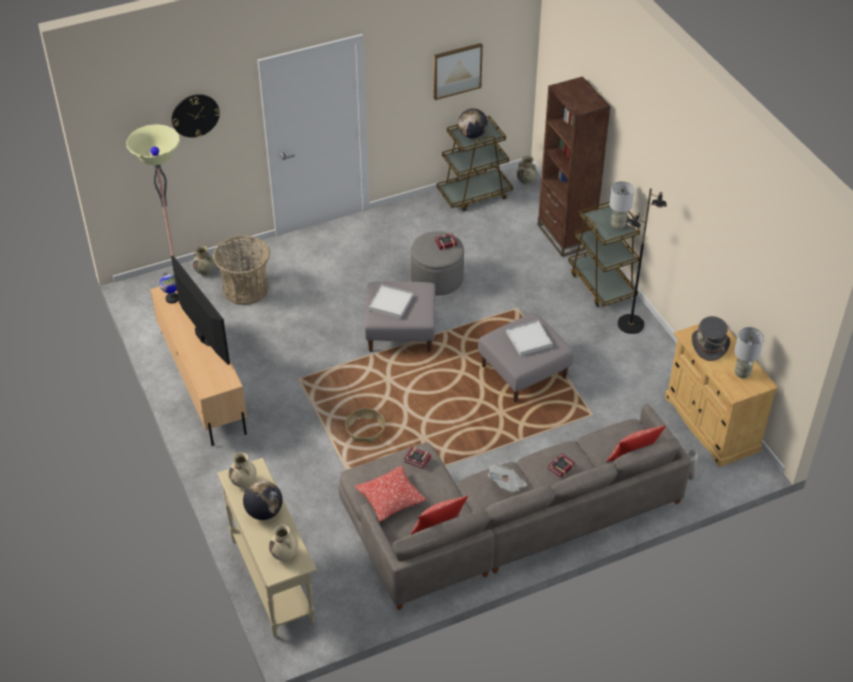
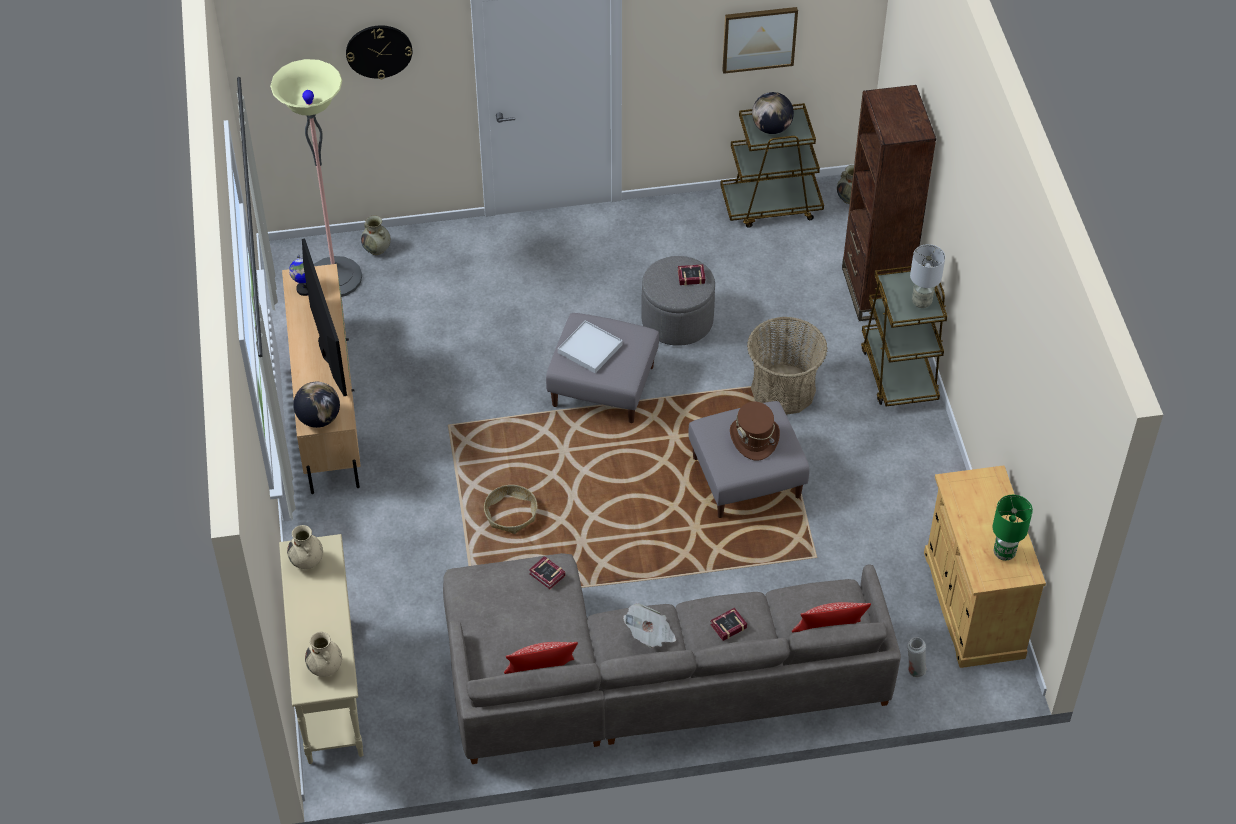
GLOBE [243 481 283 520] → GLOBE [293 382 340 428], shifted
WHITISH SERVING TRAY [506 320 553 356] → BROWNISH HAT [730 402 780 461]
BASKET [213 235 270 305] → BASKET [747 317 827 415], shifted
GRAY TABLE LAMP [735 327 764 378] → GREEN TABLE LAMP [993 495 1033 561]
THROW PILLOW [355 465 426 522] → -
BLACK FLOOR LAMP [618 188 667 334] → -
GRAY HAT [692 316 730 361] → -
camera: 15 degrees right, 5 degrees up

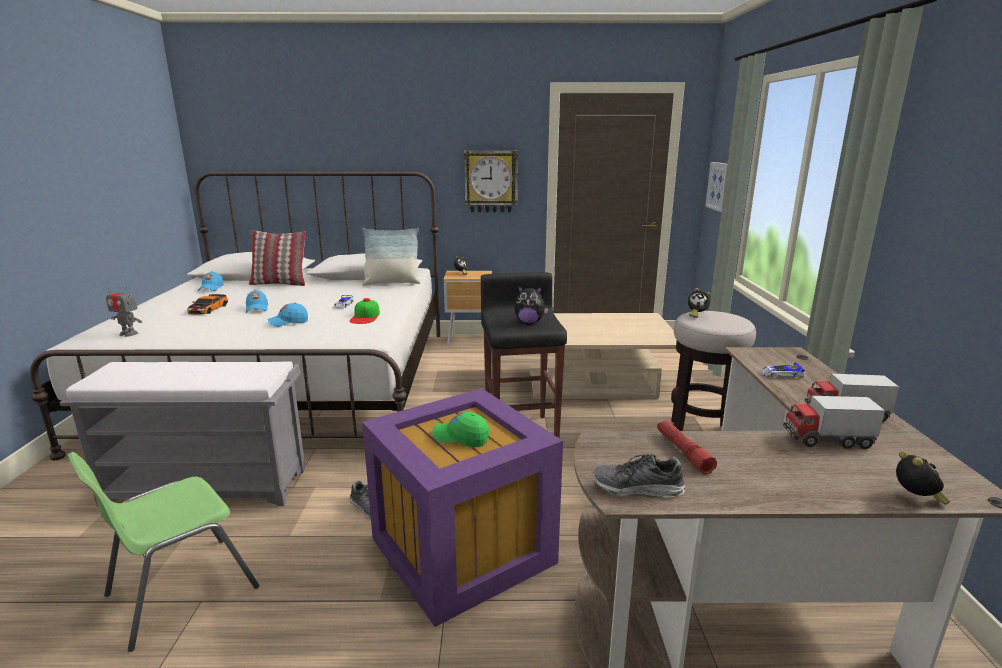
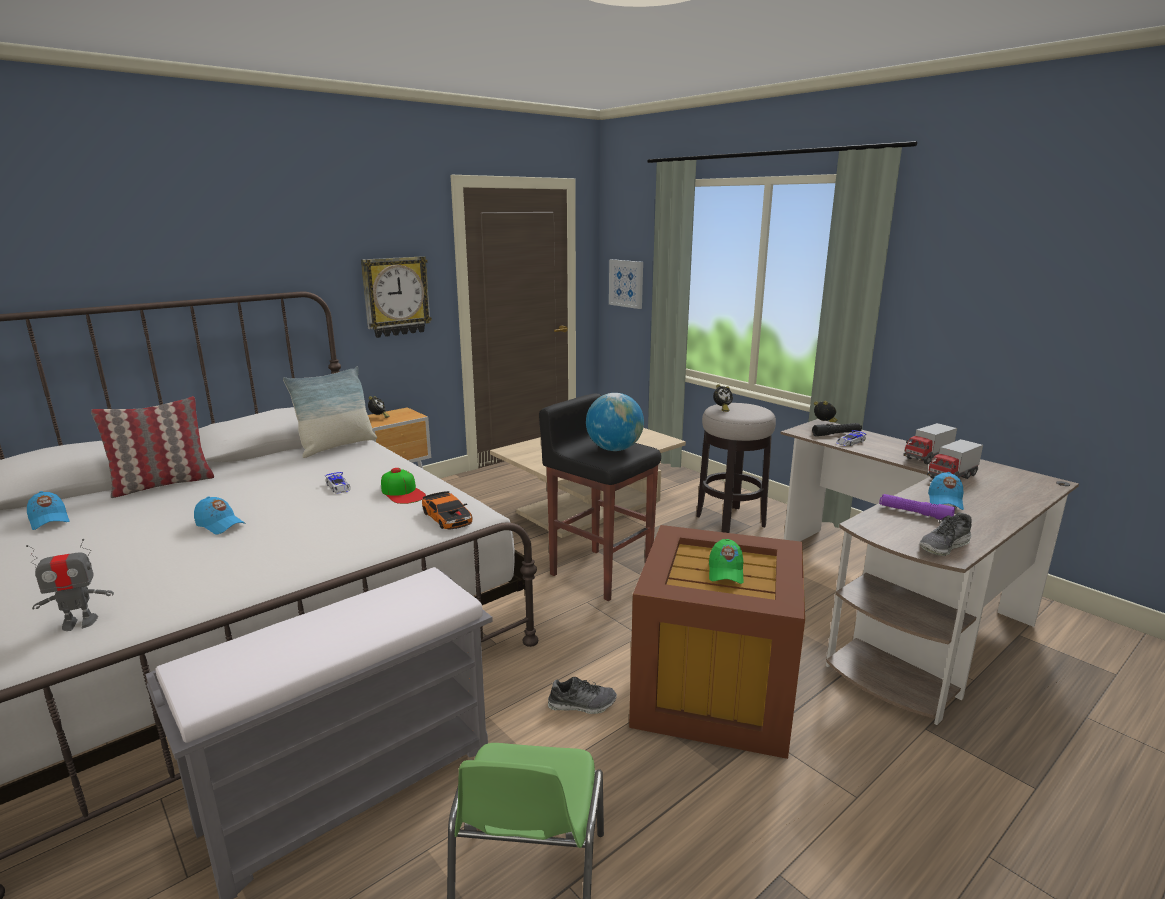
MINIATURE CAR [187 294 228 314] → MINIATURE CAR [422 491 473 529], shifted
PLUSH TOY [514 285 548 324] → GLOBE [586 393 644 451]
PURPLE-COLOURED STORAGE BOX [362 388 563 627] → BROWNISH STORAGE BOX [629 525 805 759]
GREEN PEAKED CAP [432 412 489 448] → GREEN PEAKED CAP [709 539 744 584], 60 degrees counterclockwise
- → BLACK FLASHLIGHT [812 423 862 436]
TABLE CLOCK [896 451 950 505] → TABLE CLOCK [814 401 837 422], shifted
REDDISH FLASHLIGHT [657 420 717 474] → PURPLE-COLOURED FLASHLIGHT [879 494 955 520]
BLUE-COLOURED PEAKED CAP [268 303 308 327] → BLUE-COLOURED PEAKED CAP [928 472 964 510], shifted
camera: 40 degrees left, 0 degrees up

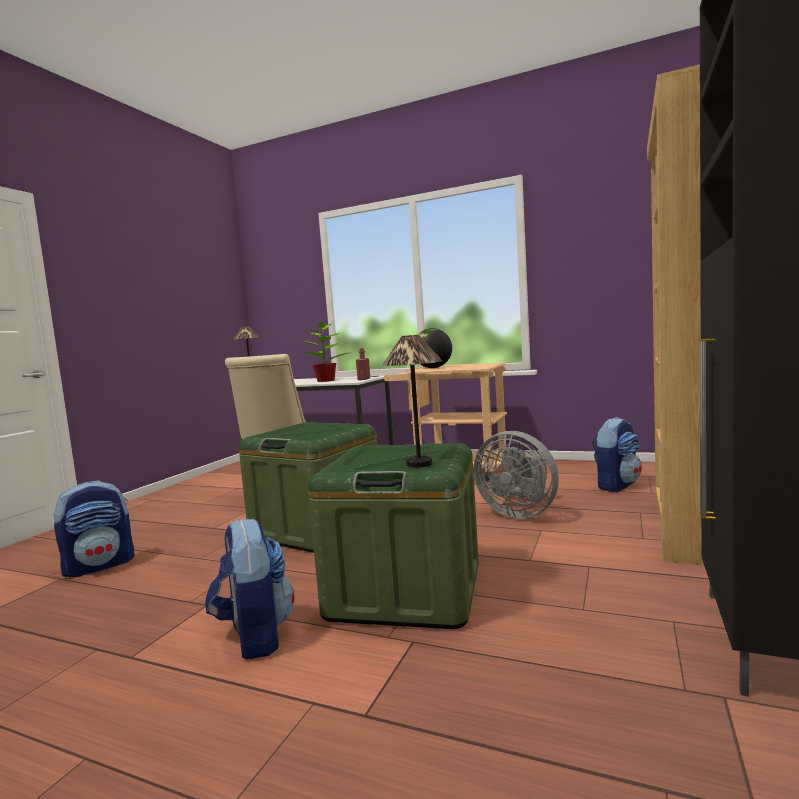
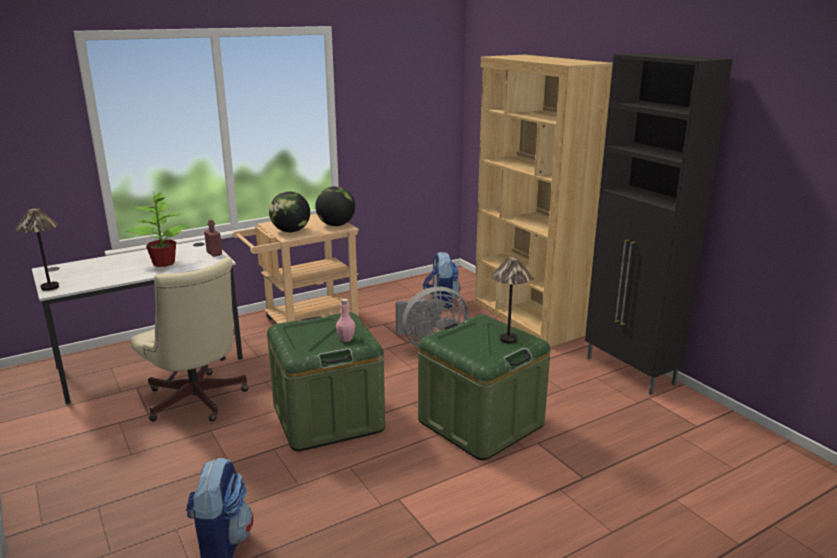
- → GLOBE [315 186 355 226]
- → PINK BEVERAGE BOTTLE [336 299 356 342]
KNAPSACK [205 518 294 659] → -
camera: 55 degrees left, 15 degrees up

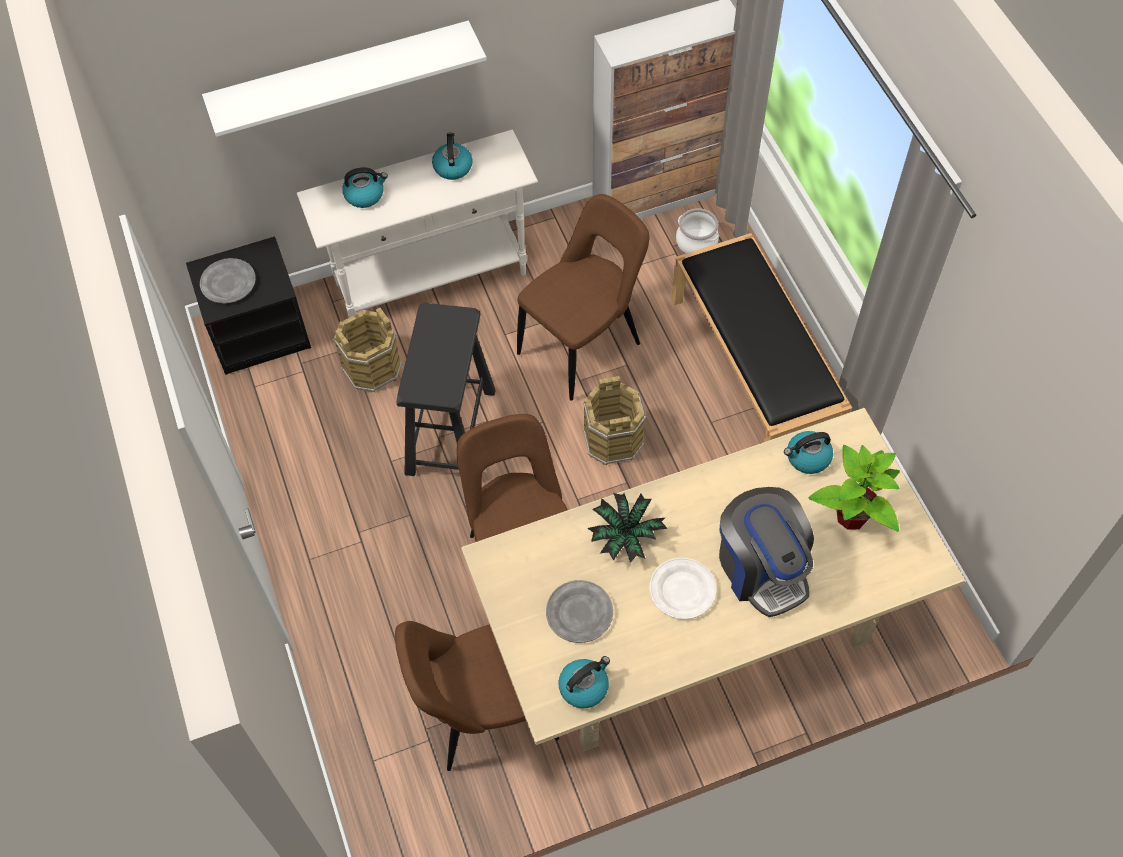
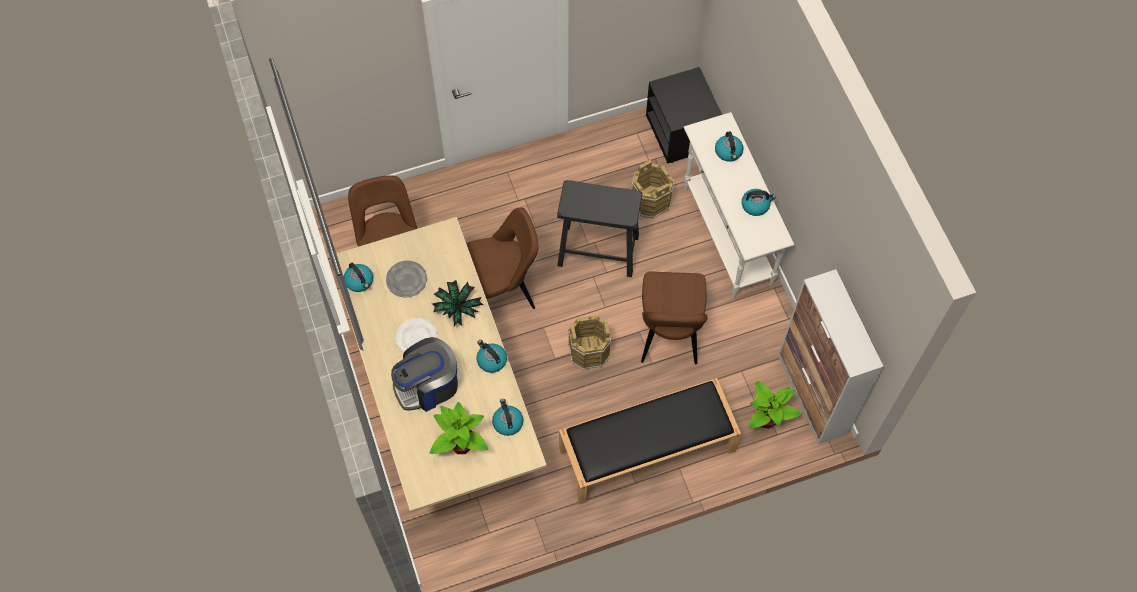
- → KETTLE [476 340 507 373]
BROWNISH UPRIGHT CHAIR [517 194 650 401] → BROWNISH UPRIGHT CHAIR [641 271 708 365], 45 degrees clockwise
STOCKPOT [676 208 719 253] → HOUSEPLANT [749 381 802 429]
GRAY DINNER PLATE [200 258 256 304] → -
WHITISH BRACKET SHELF [202 21 487 137] → -
camera: 90 degrees right, 5 degrees up

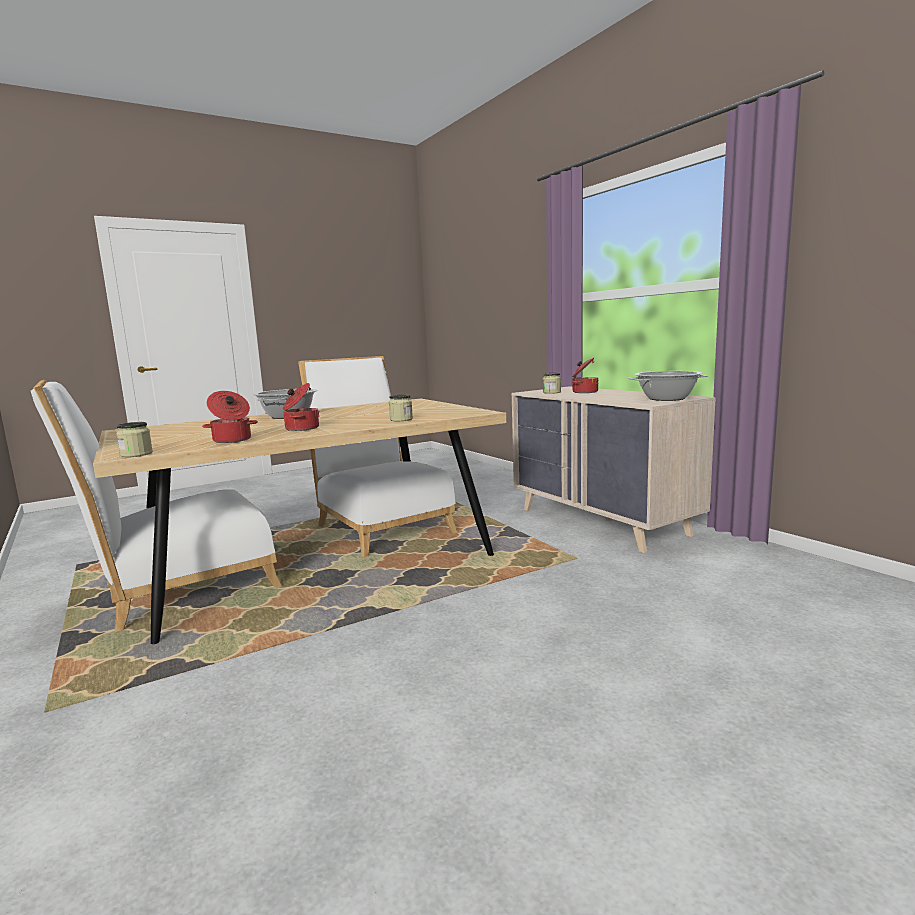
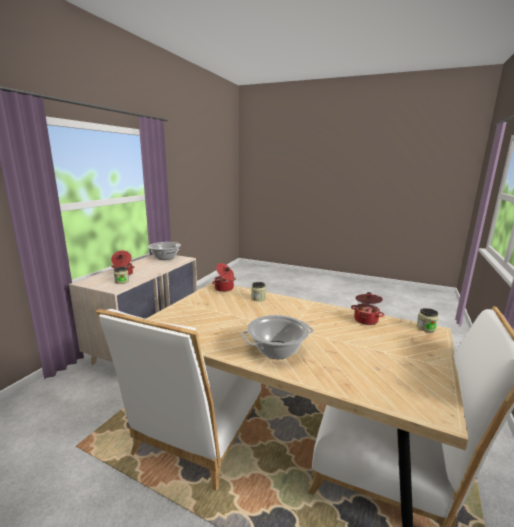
STOCKPOT [283 383 320 431] → STOCKPOT [212 263 236 292], shifted
camera: 125 degrees left, 5 degrees up

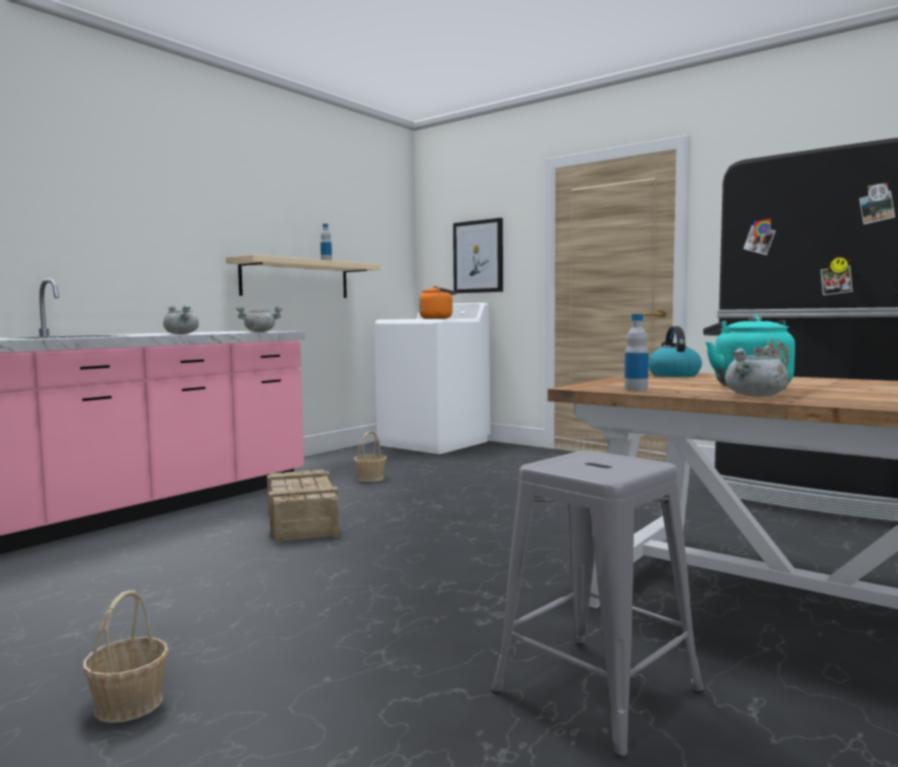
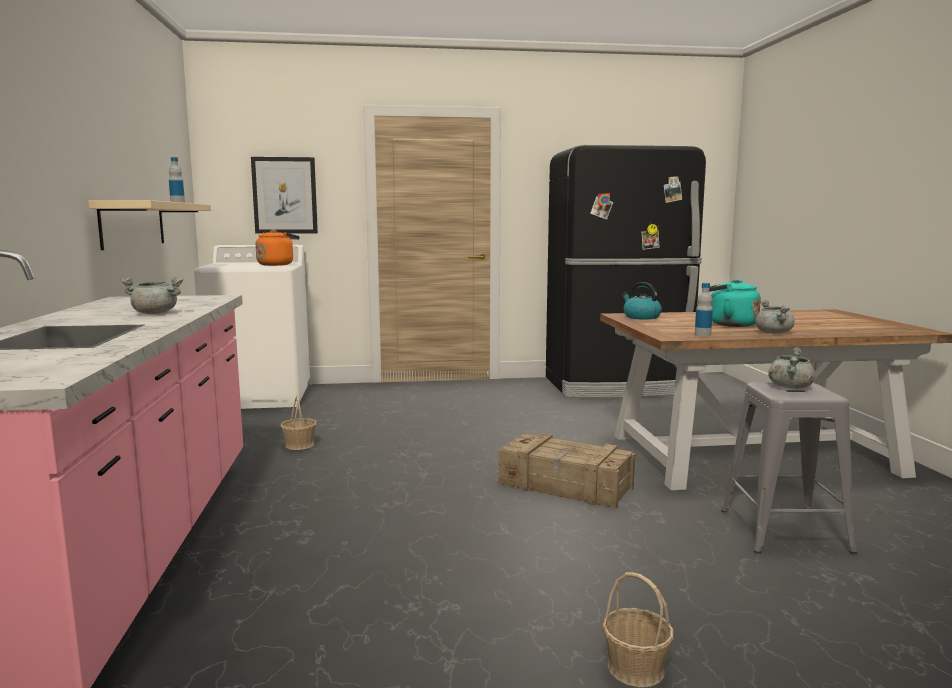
CRATE [267 470 339 543] → CRATE [498 433 635 509], shifted
GRAY STOCKPOT [236 306 282 332] → GRAY STOCKPOT [768 348 815 389], shifted
camera: 45 degrees left, 5 degrees up

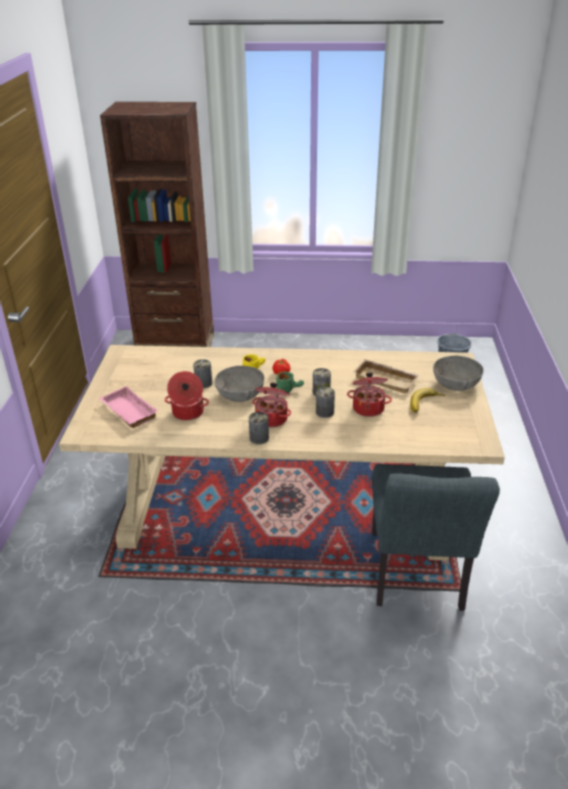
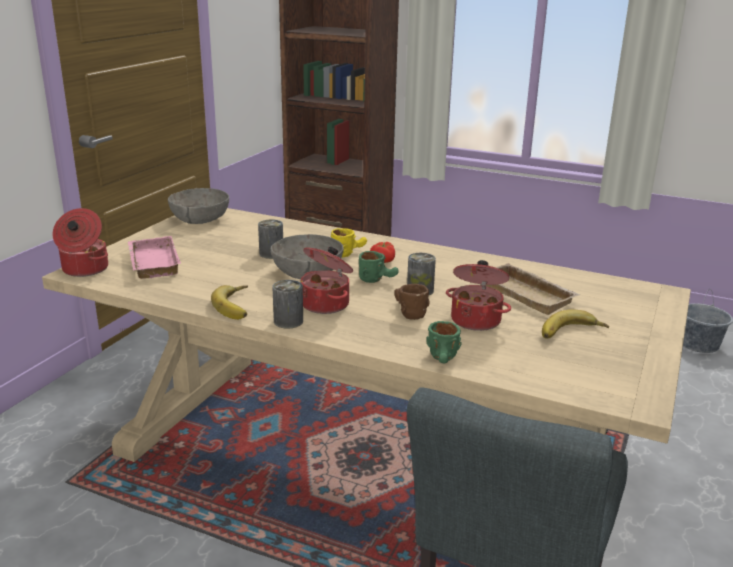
STOCKPOT [165 371 209 420] → STOCKPOT [52 208 108 277], shifted
GRAY SERVING BOWL [433 356 483 391] → GRAY SERVING BOWL [168 188 229 224], shifted
- → BANANA [211 285 248 320]
CAN [316 387 335 418] → BROWNISH TEA MUG [394 284 430 320]
- → GREEN TEA MUG [426 321 462 363]
camera: 20 degrees right, 10 degrees down

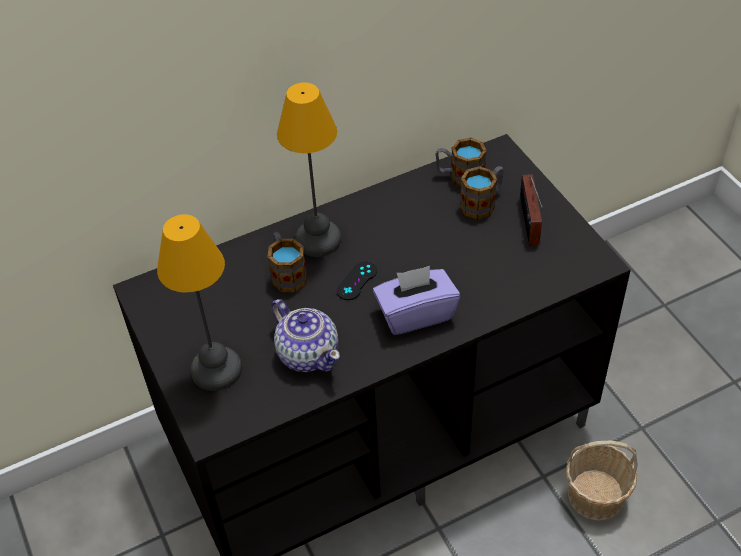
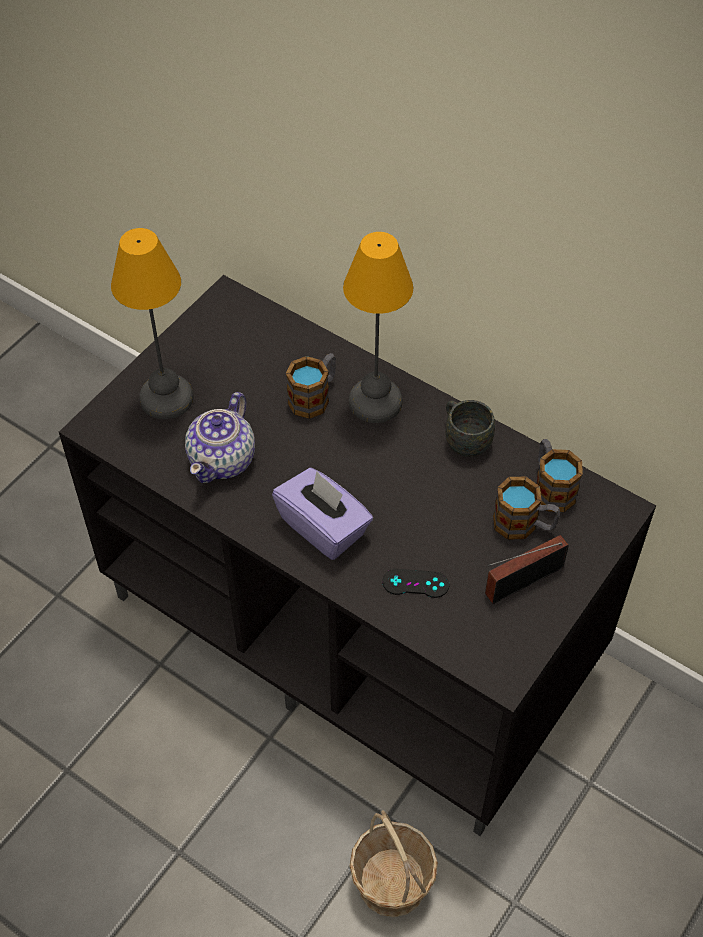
BLACK GAME CONTROLLER [336 261 377 300] → BLACK GAME CONTROLLER [382 569 449 598], shifted
- → GRAY TEA MUG [446 400 495 457]
camera: 60 degrees right, 5 degrees up

